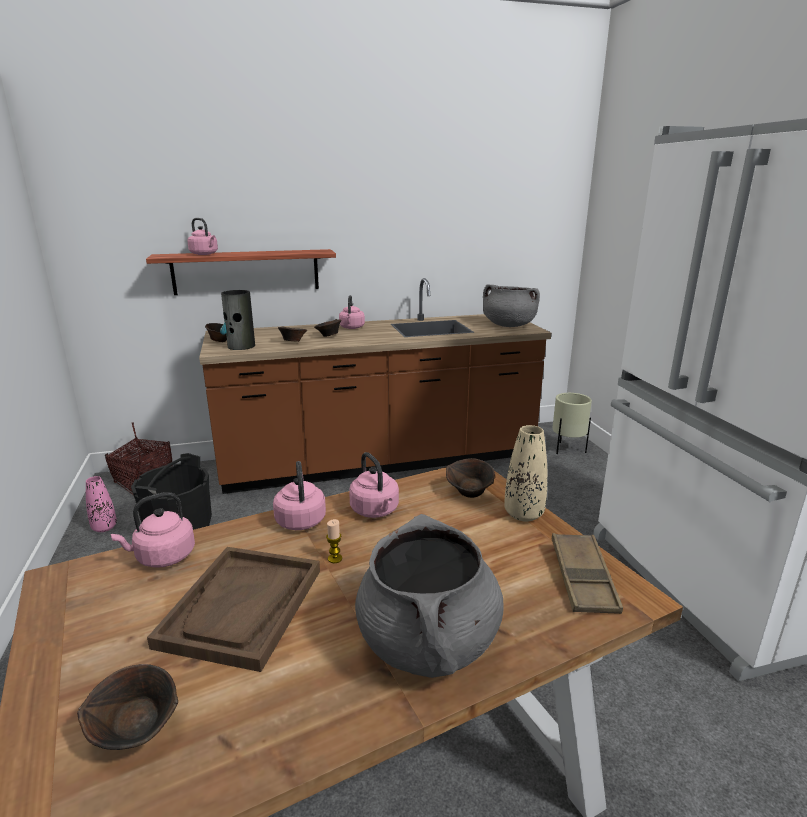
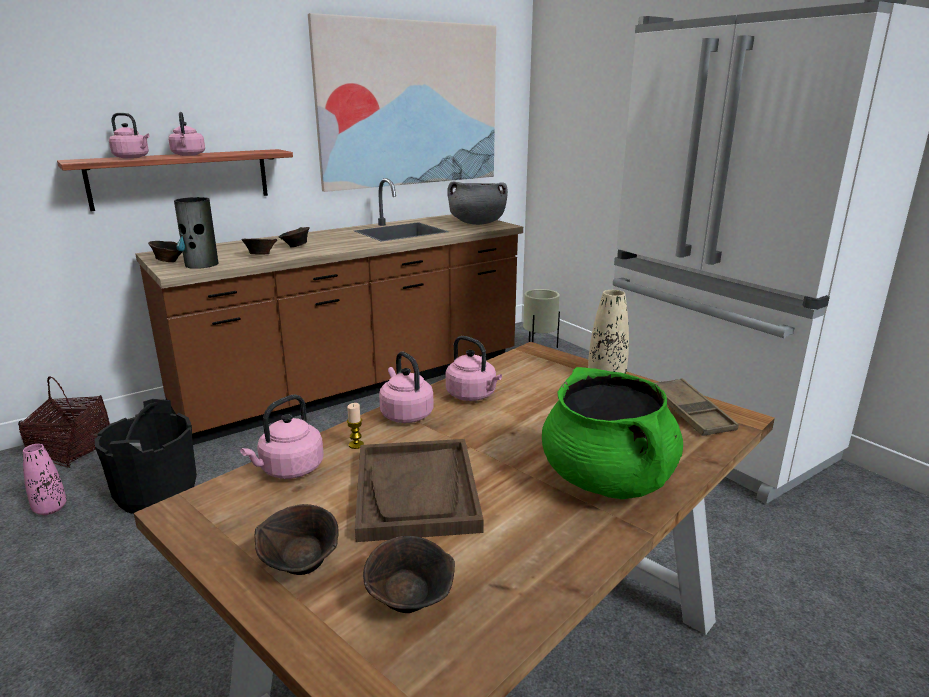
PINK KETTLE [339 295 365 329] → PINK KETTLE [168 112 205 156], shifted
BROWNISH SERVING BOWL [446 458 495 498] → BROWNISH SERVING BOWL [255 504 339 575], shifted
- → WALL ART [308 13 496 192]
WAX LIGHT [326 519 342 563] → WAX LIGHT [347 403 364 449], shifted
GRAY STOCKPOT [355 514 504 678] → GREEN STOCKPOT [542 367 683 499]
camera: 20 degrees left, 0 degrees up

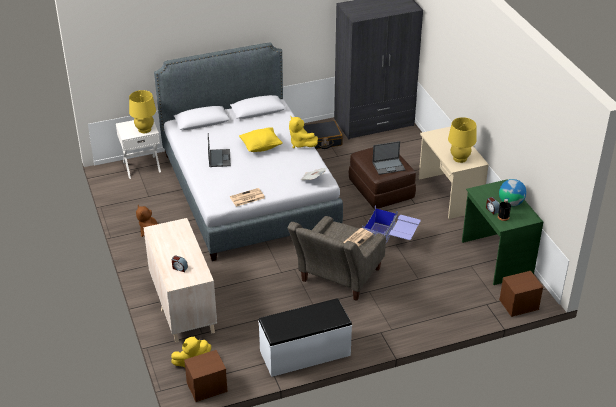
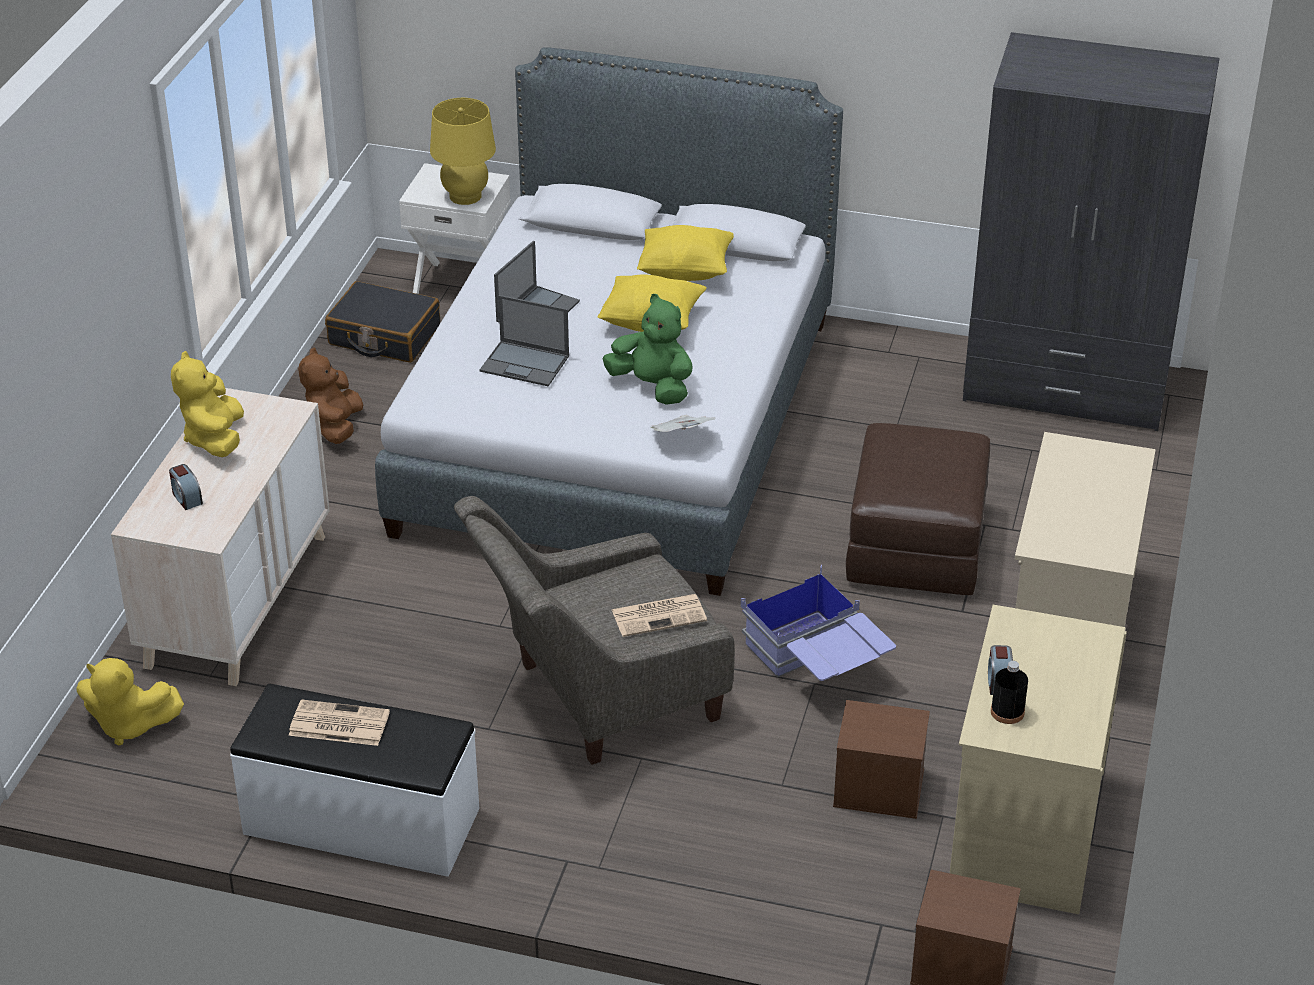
YELLOW-COLOURED PLUSH TOY [289 116 318 148] → YELLOW-COLOURED PLUSH TOY [171 351 244 457], shifted
PRINTED PAPER [230 188 265 207] → PRINTED PAPER [289 699 390 746], shifted
BLACK PIECE OF LUGGAGE [303 120 343 149] → BLACK PIECE OF LUGGAGE [325 281 440 363], shifted
NOTEBOOK COMPUTER [372 141 405 175] → NOTEBOOK COMPUTER [480 295 569 386], shifted
- → GREEN PLUSH TOY [602 294 693 405]
- → YELLOW-COLOURED THROW PILLOW [637 225 734 281]
BROWNISH STORAGE BOX [184 350 228 402] → BROWNISH STORAGE BOX [833 700 930 819], shifted
GREEN DESK TABLE [462 179 543 285] → BEIGE-COLOURED DESK TABLE [950 605 1127 914]
YELLOW-COLOURED TABLE LAMP [448 117 476 163] → -
GLOBE [499 179 526 206] → -
camera: 35 degrees right, 0 degrees up

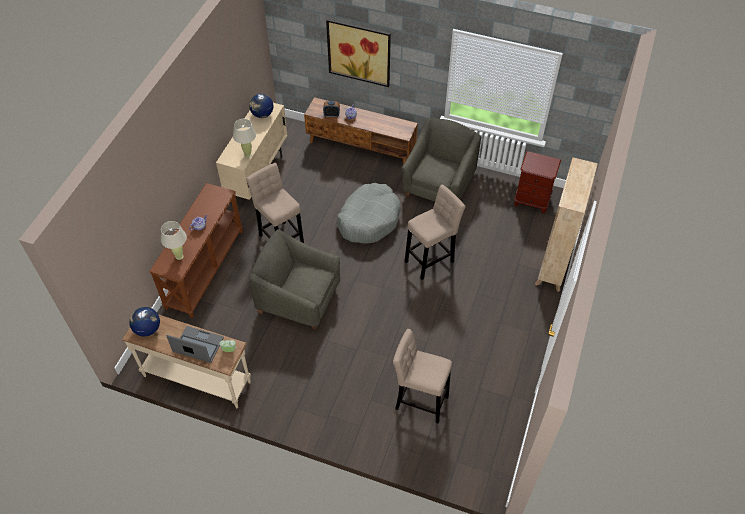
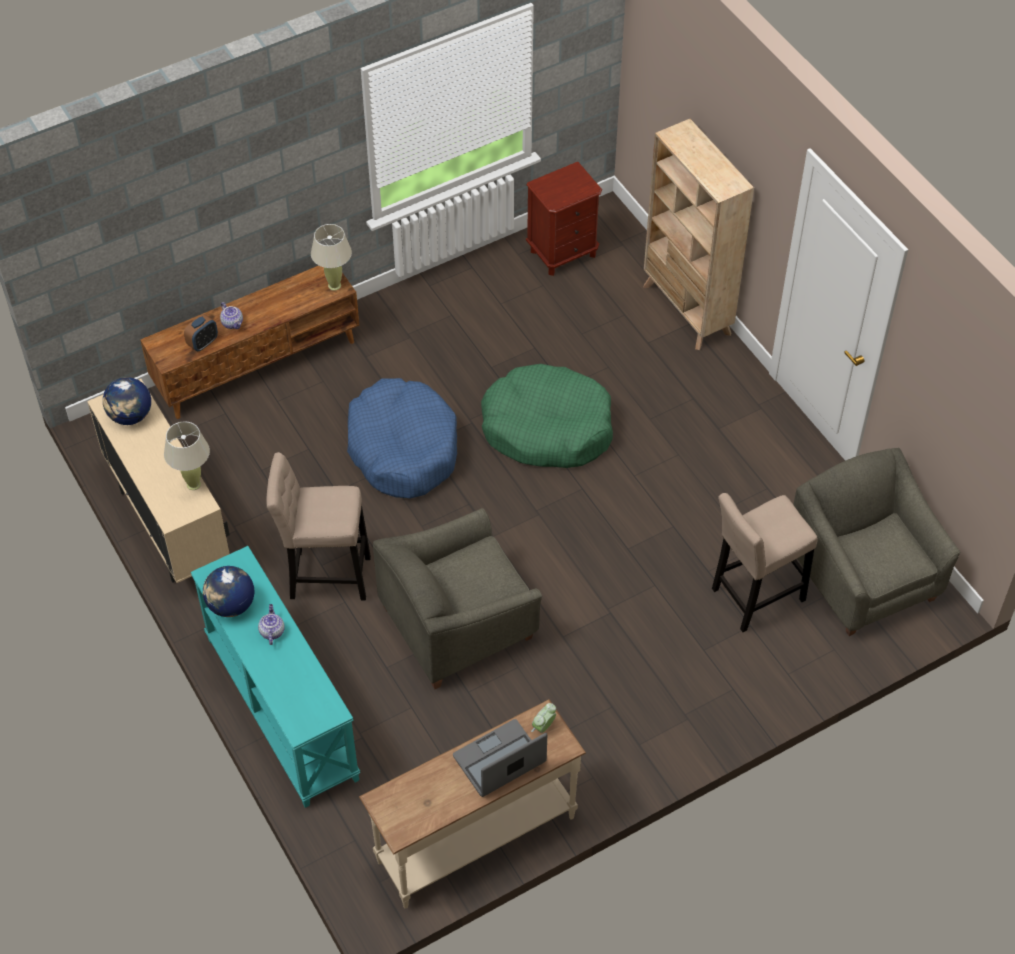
BROWNISH NARROW TABLE [149 183 243 318] → TURQUOISE-COLOURED NARROW TABLE [191 546 360 808]
GLOBE [129 307 160 337] → GLOBE [203 566 254 617], shifted
BEIGE-COLOURED TABLE LAMP [161 221 187 260] → BEIGE-COLOURED TABLE LAMP [311 224 352 291], shifted
GRAY DOG CUSHION [337 183 401 243] → BLUE-COLOURED DOG CUSHION [347 378 457 498]
BEIGE-COLOURED STOOL [405 185 466 280] → GREEN DOG CUSHION [481 364 613 468]
GRAY ARMCHAIR [402 118 481 202] → GRAY ARMCHAIR [793 448 961 636], shifted
WALL ART [326 19 391 87] → -
camera: 50 degrees left, 0 degrees up

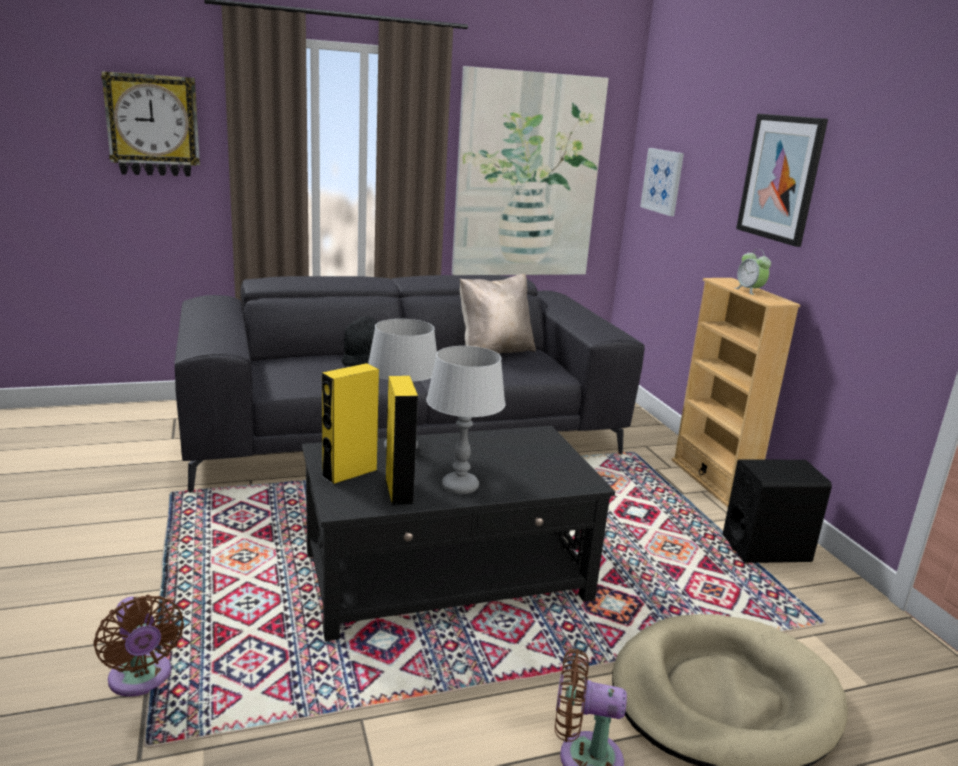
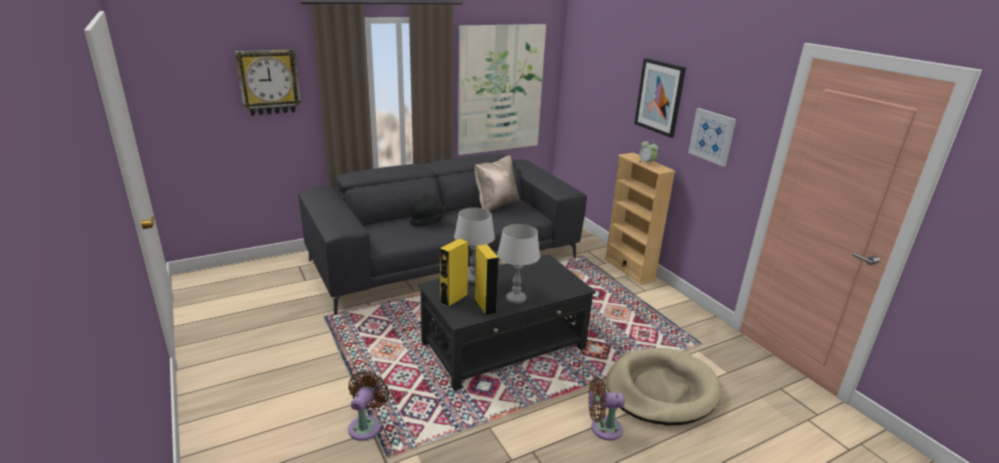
BROWNISH COOLING FAN [93 595 184 697] → BROWNISH COOLING FAN [348 371 389 441], 120 degrees counterclockwise
WALL ART [640 148 684 216] → WALL ART [688 108 736 167], shifted
BLACK SPEAKER [723 460 832 563] → -
camera: 10 degrees left, 5 degrees up

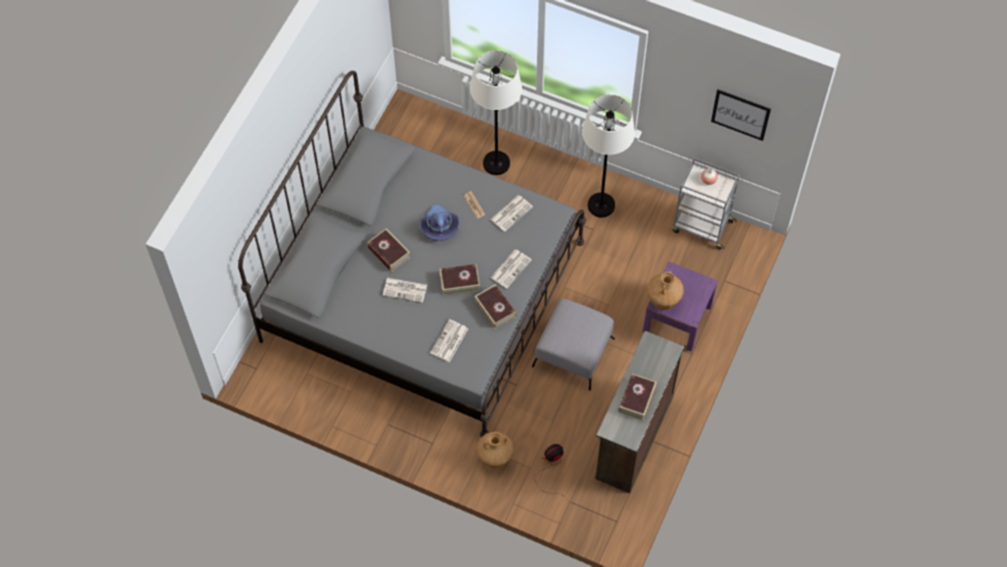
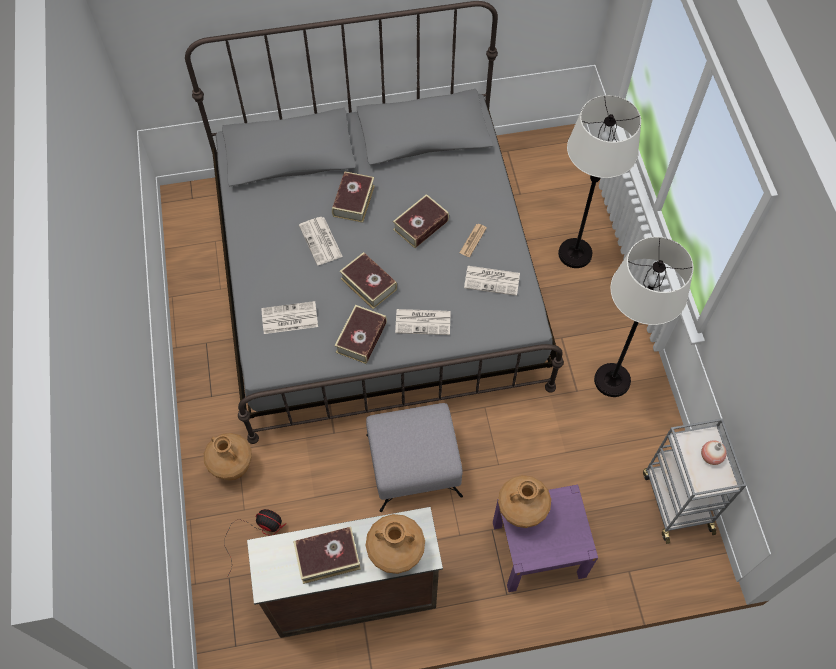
- → BROWNISH VASE [366 514 425 574]
PURPLE-COLOURED HAT [420 204 460 241] → VOLUME [393 194 449 248]
WALL ART [711 89 771 141] → -
camera: 55 degrees right, 0 degrees up

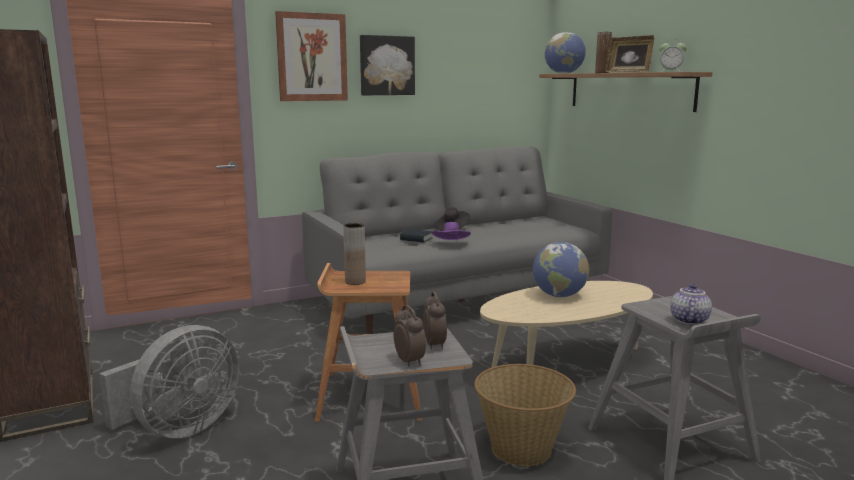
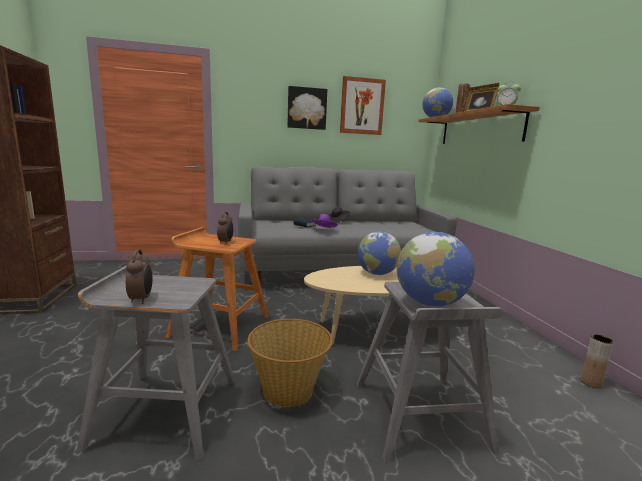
TABLE CLOCK [423 291 447 350] → TABLE CLOCK [217 212 233 243], shifted
WALL ART [275 11 348 101] → WALL ART [340 76 386 135], shifted
POT FOR TEA [670 284 712 325] → GLOBE [397 232 475 307]
BROWNISH VASE [343 223 366 285] → BROWNISH VASE [581 334 614 388], shifted
GRAY COOLING FAN [99 325 239 438] → -
camera: 15 degrees right, 0 degrees up

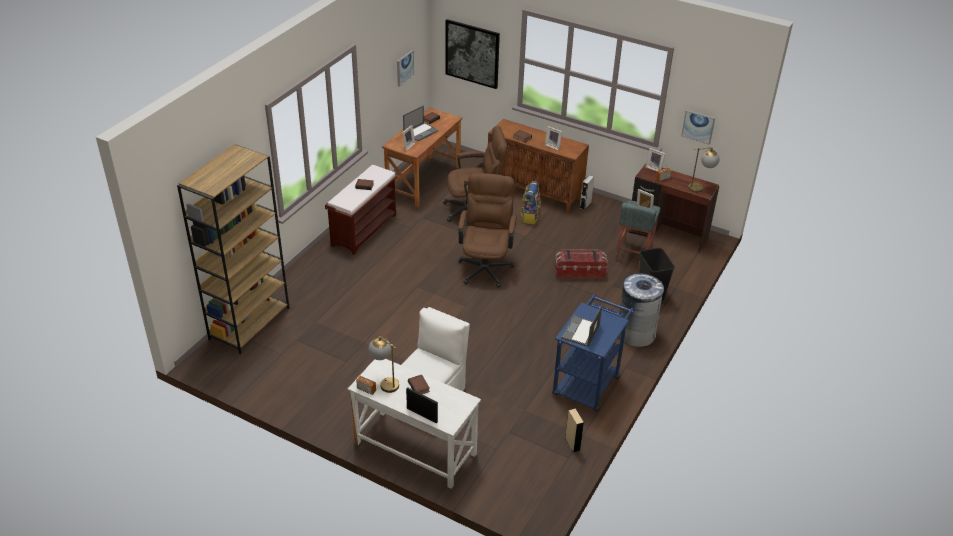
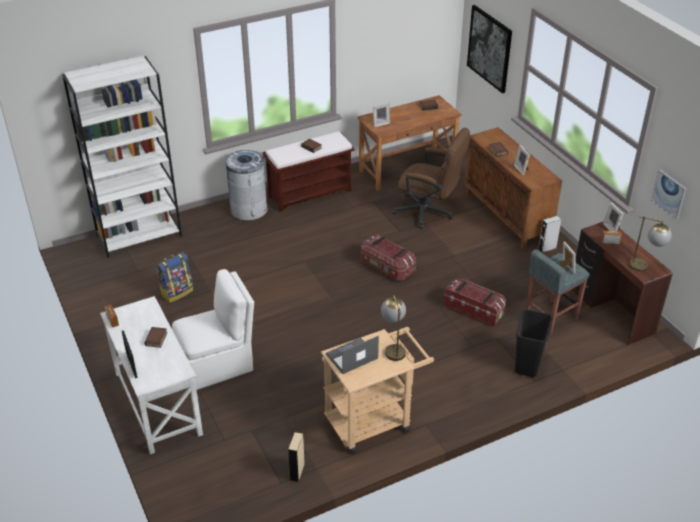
BROWNISH BOOKSHELF [177 144 289 354] → WHITISH BOOKSHELF [62 56 182 258]
KNAPSACK [520 181 541 224] → KNAPSACK [157 252 193 303], shifted
GRAY TRASH CAN [619 274 664 347] → GRAY TRASH CAN [226 150 268 221], shifted
BLUE-COLOURED CART [552 294 634 412] → BEIGE-COLOURED CART [321 327 434 454]
BROWNISH OFFICE CHAIR [458 173 517 288] → STORAGE BOX [361 234 416 281]
TABLE LAMP [368 336 399 393] → TABLE LAMP [381 296 406 361], shifted
WALL ART [397 50 414 87] → -
NOTEBOOK COMPUTER [403 106 439 142] → -
camera: 35 degrees right, 0 degrees up

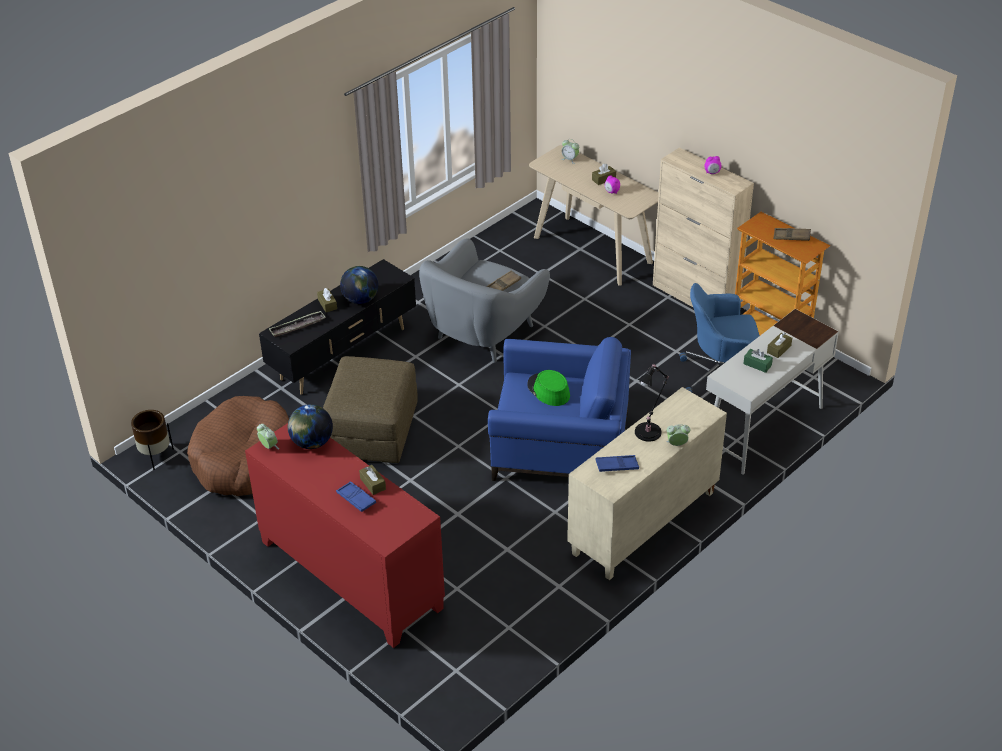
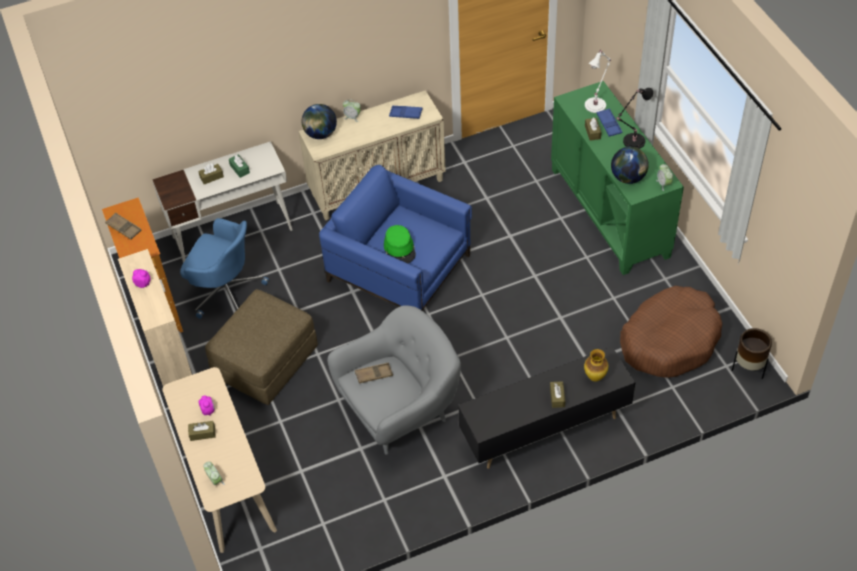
BROWNISH POUFFE [323 356 418 463] → BROWNISH POUFFE [205 289 318 405], shifted
GLOBE [340 266 379 304] → GLOBE [302 104 337 139], shifted
REDDISH CABINET [245 423 445 648] → GREEN CABINET [551 81 684 275]
SERVING TRAY [269 311 326 337] → VASE [584 349 608 382]
- → WHITISH TABLE LAMP [585 49 611 113]
BLACK TABLE LAMP [635 363 669 442] → BLACK TABLE LAMP [617 88 653 149], shifted
camera: 155 degrees left, 10 degrees up

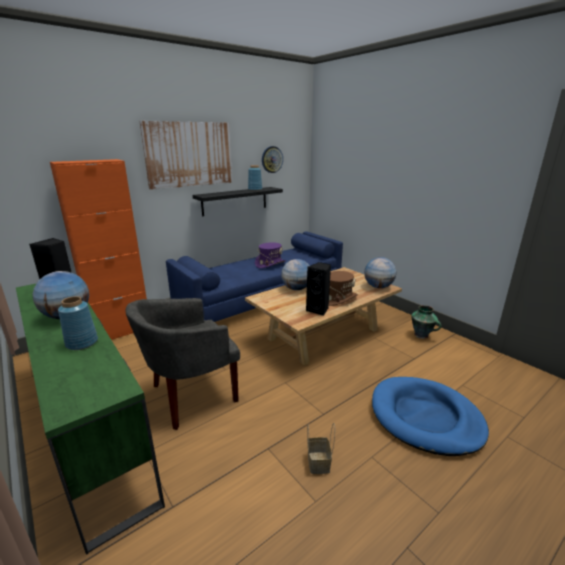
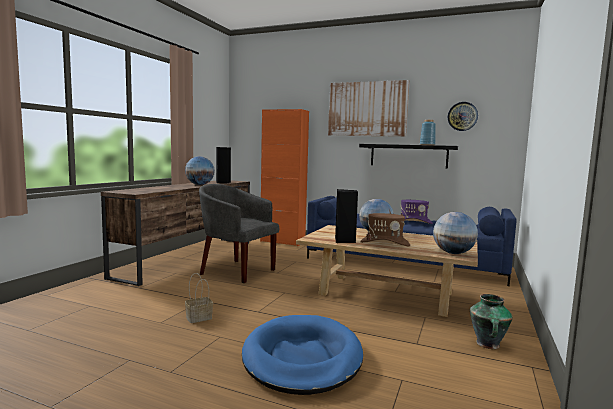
GREEN TV UNIT [16 283 165 555] → BROWNISH TV UNIT [101 180 250 286]
BLUE-COLOURED VASE [58 296 98 350] → -
camera: 60 degrees right, 15 degrees down

